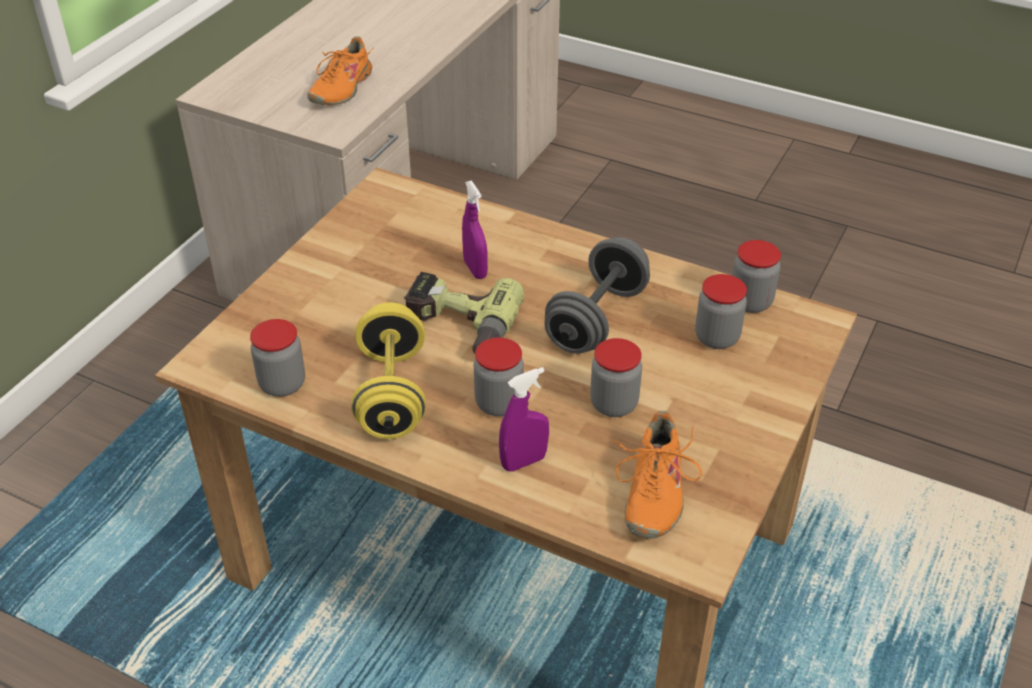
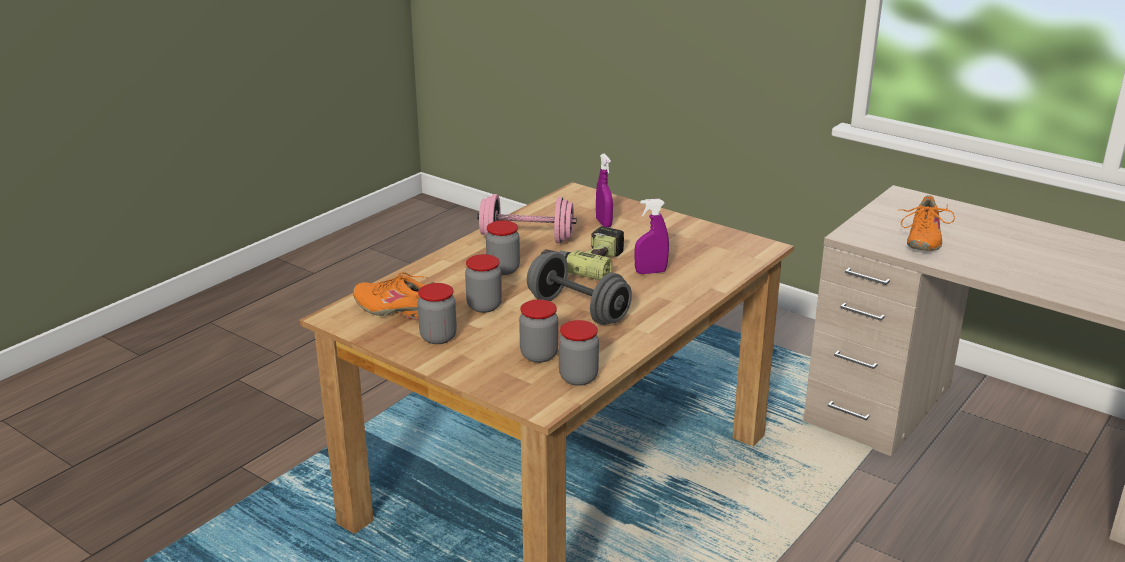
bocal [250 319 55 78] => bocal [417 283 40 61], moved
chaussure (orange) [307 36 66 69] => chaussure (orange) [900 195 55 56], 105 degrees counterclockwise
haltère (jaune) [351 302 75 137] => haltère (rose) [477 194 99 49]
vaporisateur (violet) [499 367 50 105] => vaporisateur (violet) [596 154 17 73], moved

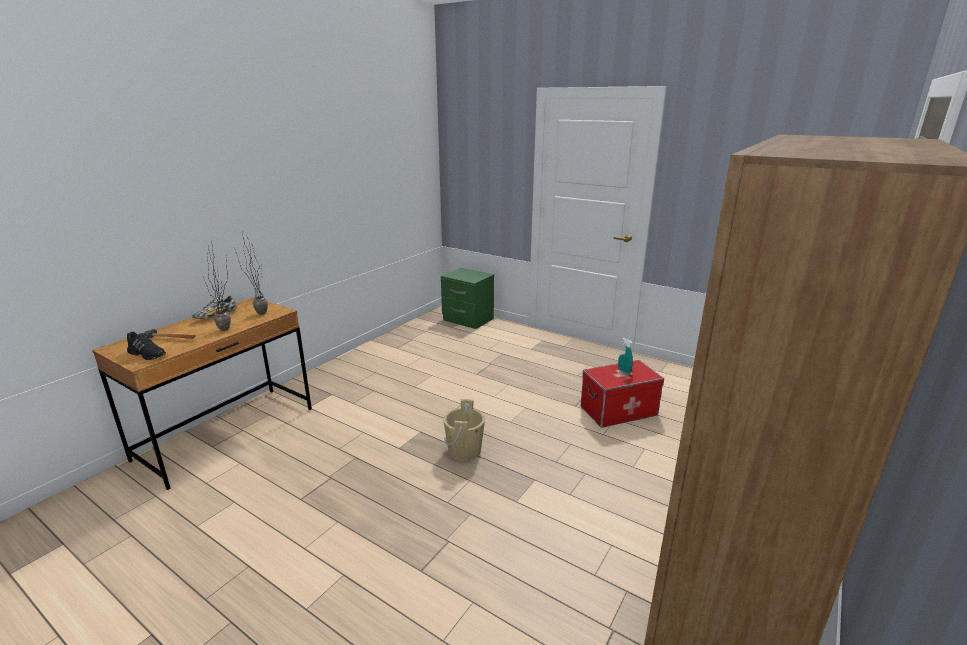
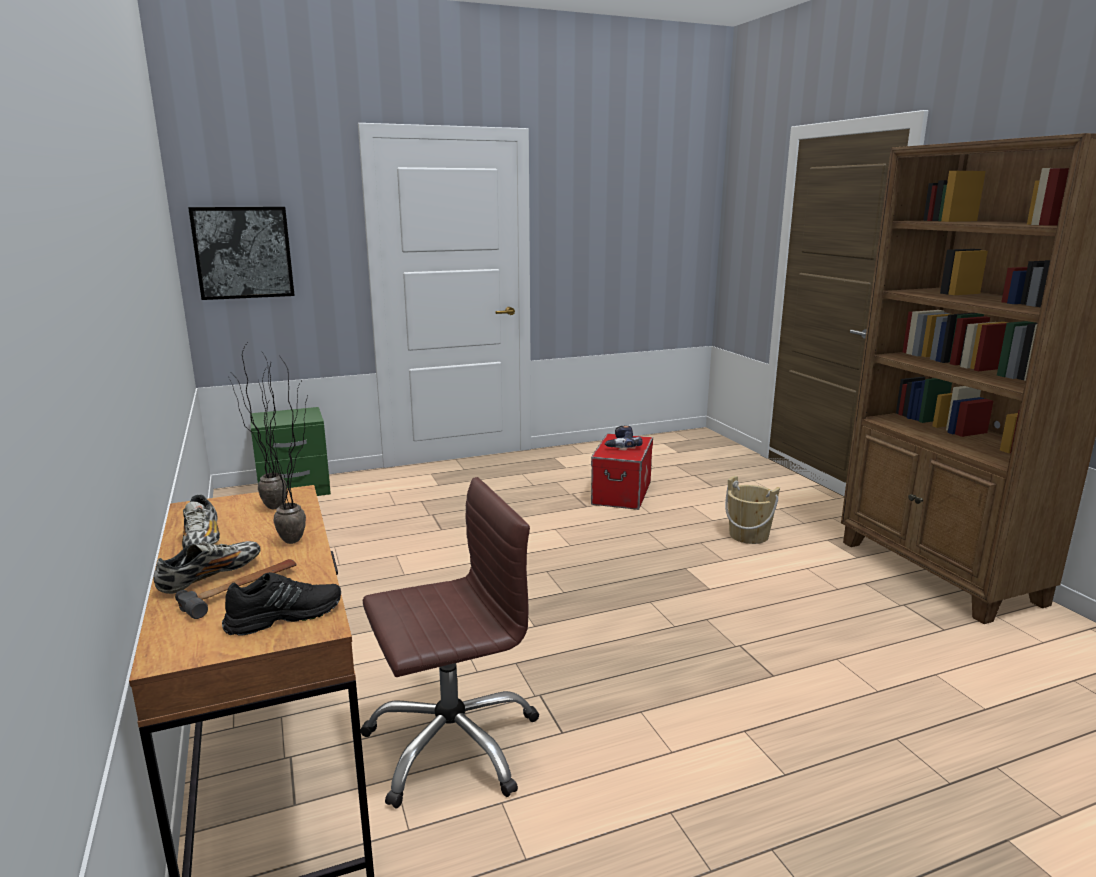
seau (beige) [443 399 42 62] => seau (beige) [725 476 55 68], moved
vaporisateur (turquoise) [618 338 15 36] => perceuse [605 426 38 22]
nothing => chaussure [154 541 107 53]
nothing => tableau [188 207 107 93]
nothing => chaise de bureau (marron) [360 477 179 331]

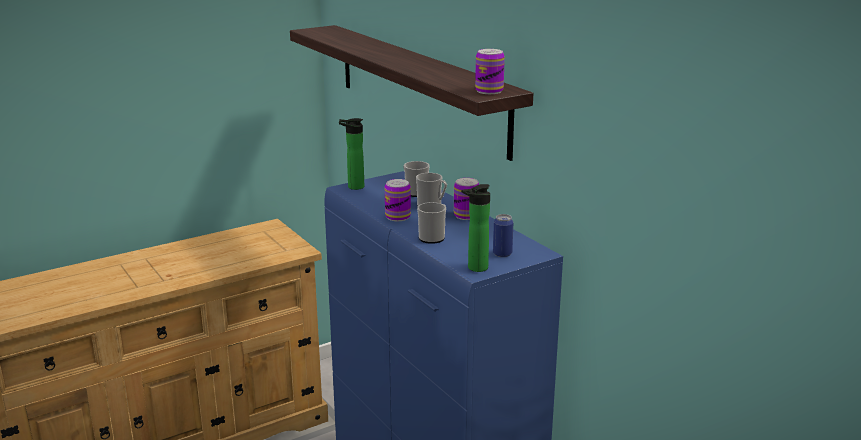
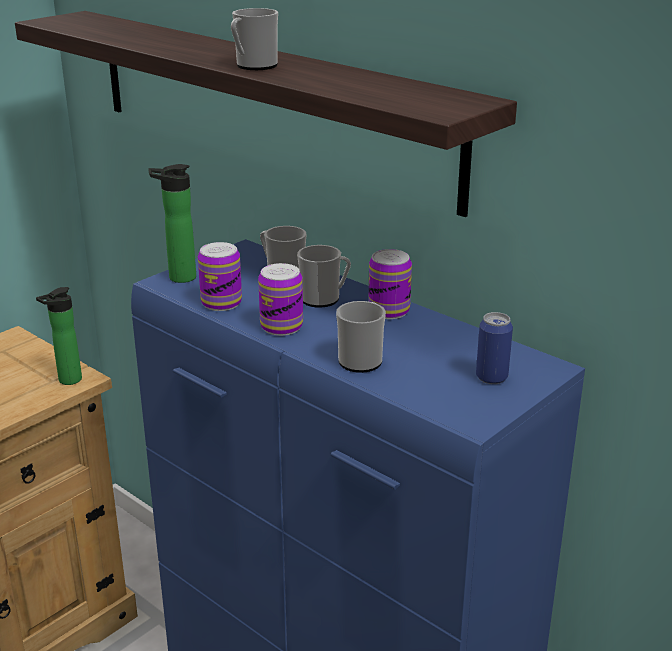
bouteille [461 184 29 88] => bouteille [36 287 46 98], moved
boîte métallique [475 49 30 45] => boîte métallique [198 242 44 69], moved
nothing => mug [231 8 47 62]

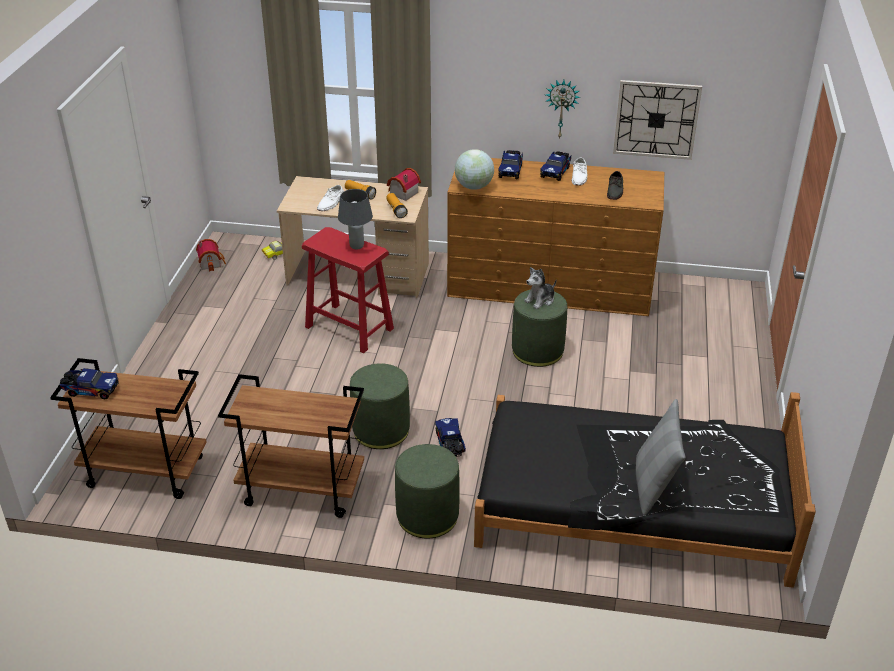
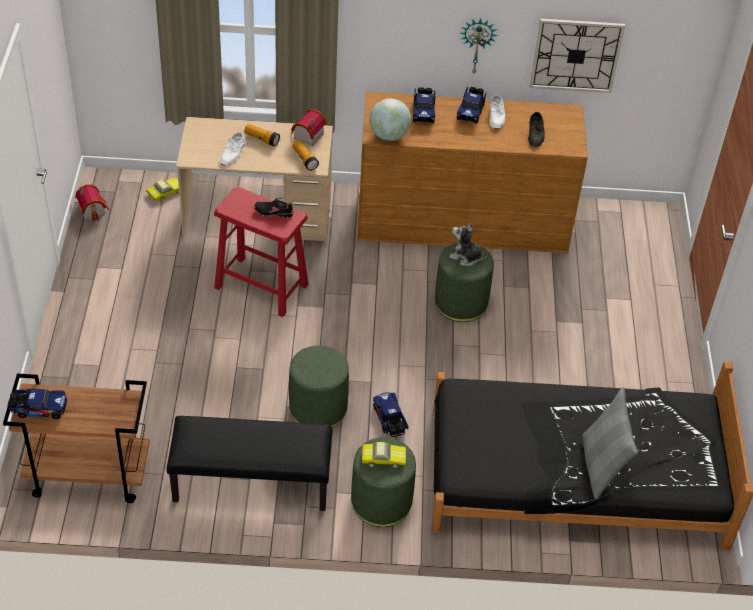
chariot (marron) [218 374 146 144] => banc (noir) [167 416 165 95]
lampe de table (gris) [338 189 35 61] => chaussure (noir) [254 198 40 20]
peluche [524 267 32 42] => peluche [449 222 39 44], 75 degrees clockwise
nothing => petite voiture [362 442 44 26]

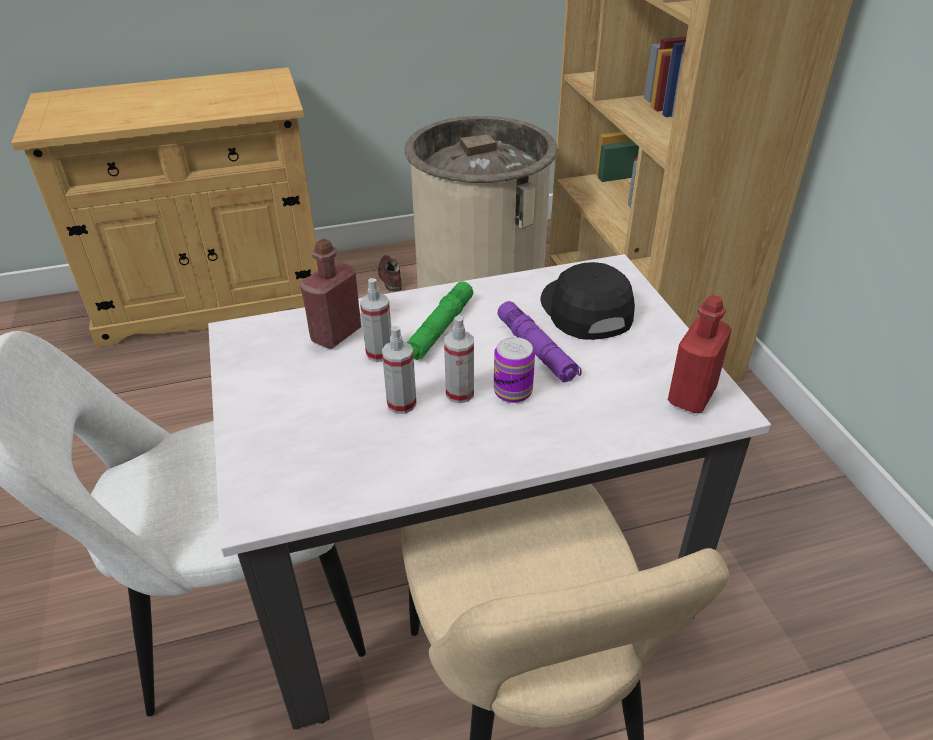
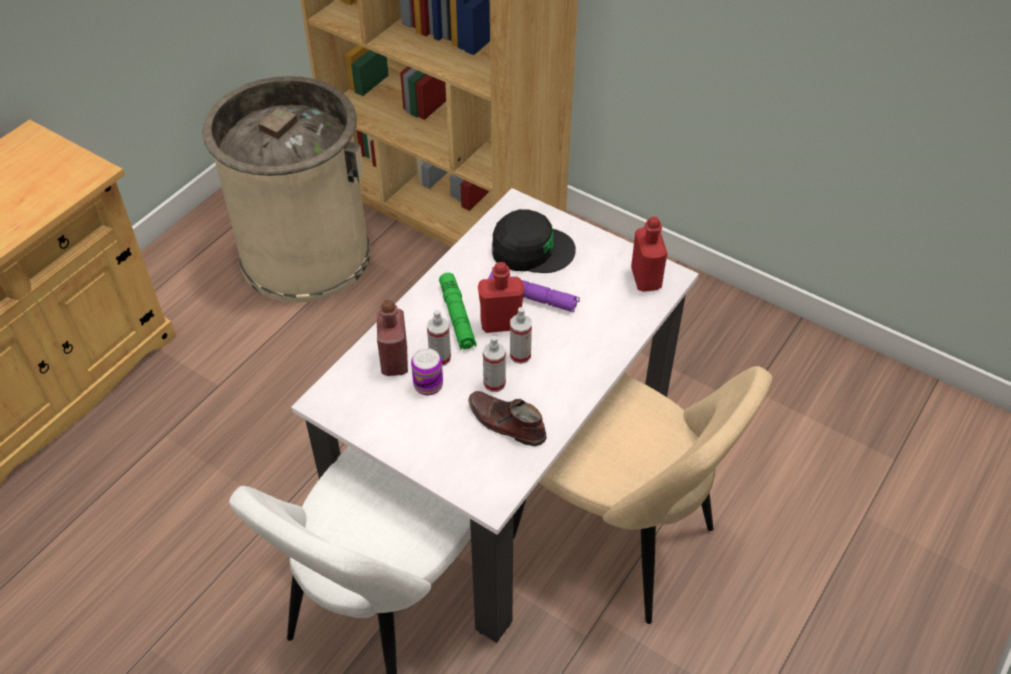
chaussure (marron) [378 255 24 37] => chaussure (marron) [468 391 79 55], moved
boîte métallique [494 337 41 66] => boîte métallique [411 348 32 47], moved
casquette (noir) [541 262 94 78] => casquette (noir) [492 209 84 64], 150 degrees clockwise
nothing => bouteille (rouge) [478 262 46 71]

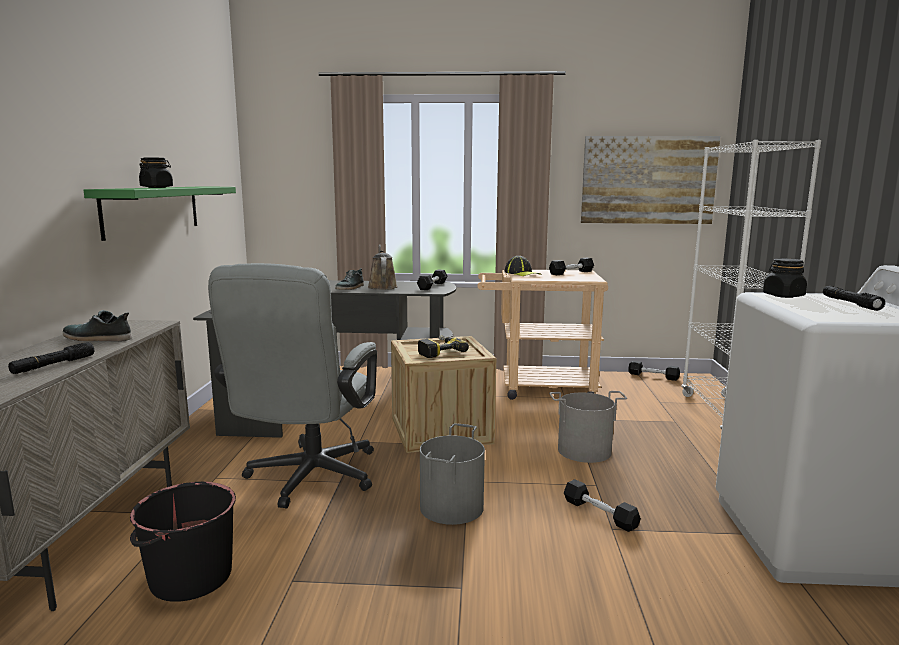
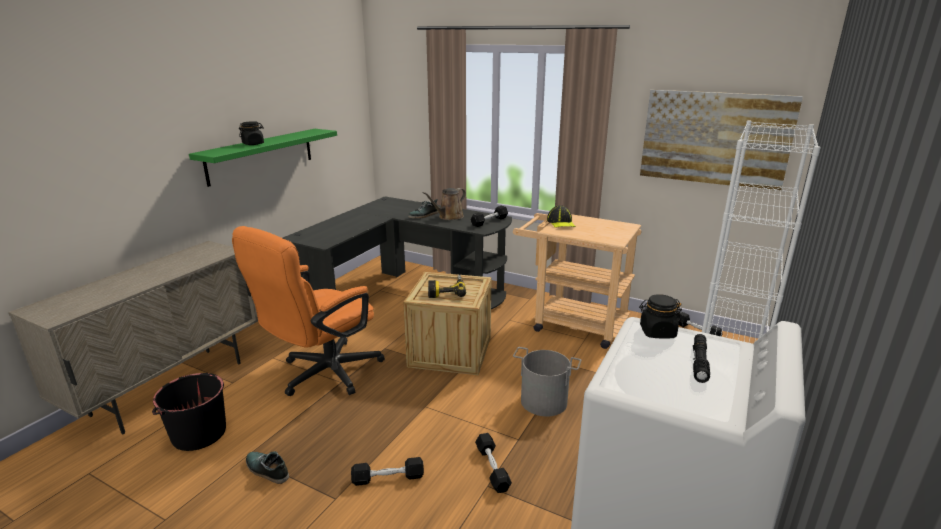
lampe de poche (noir) [8 342 86 32] => nothing
chaussure [63 310 69 31] => chaussure [246 451 43 33], moved
chaise de bureau (gris) [208 263 169 246] => chaise de bureau (orange) [232 226 153 170]
arrosoir (marron) [368 244 29 46] => arrosoir (marron) [422 188 44 32], 150 degrees counterclockwise
seau (gris) [420 423 65 102] => nothing
haltère (noir) [549 258 45 17] => haltère (noir) [351 457 73 29], moved

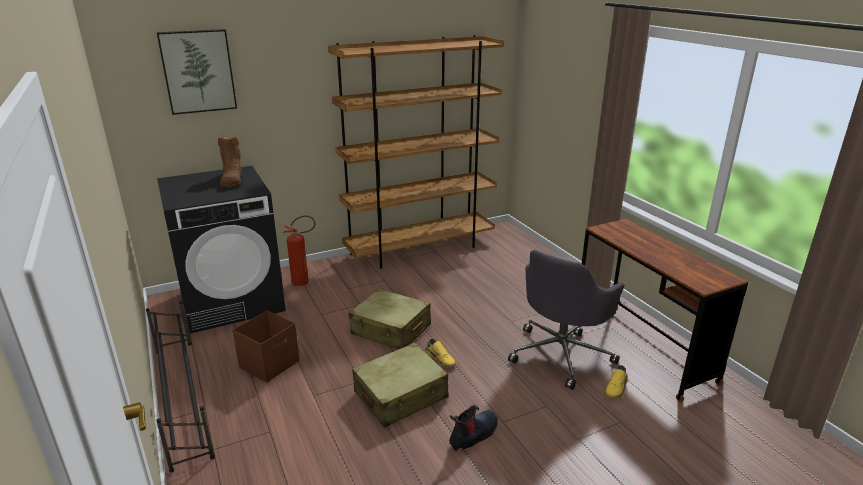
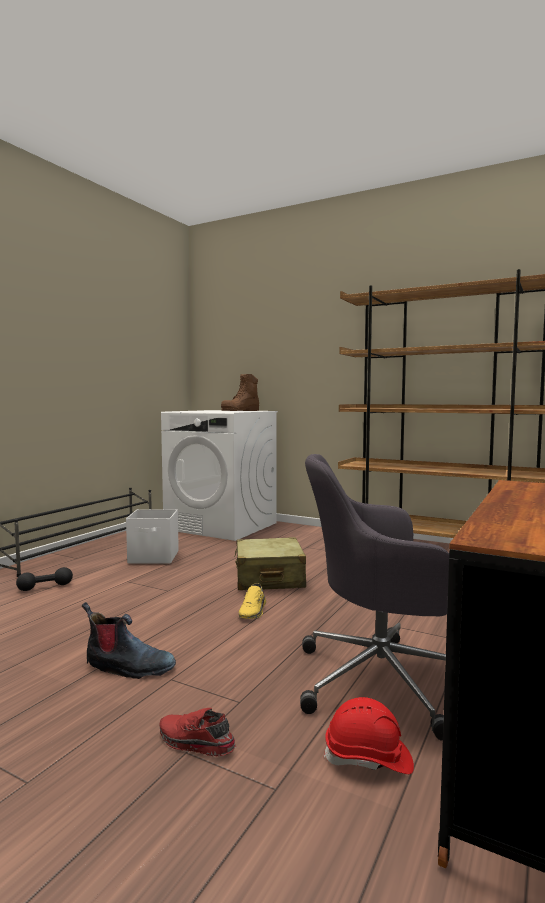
tableau [157 29 80 86] => nothing
lave-linge (noir) [157 166 129 168] => lave-linge (blanc) [161 410 117 131]
boîte de rangement (marron) [233 310 66 73] => boîte de rangement (blanc) [126 509 53 55]
extincteur [282 215 33 71] => nothing
valise (beige) [352 342 97 86] => nothing
chaussure (jaune) [605 365 23 34] => casque de chantier (rouge) [324 697 90 77]
nothing => haltère (noir) [16 567 57 24]
nothing => chaussure (rouge) [160 708 76 48]

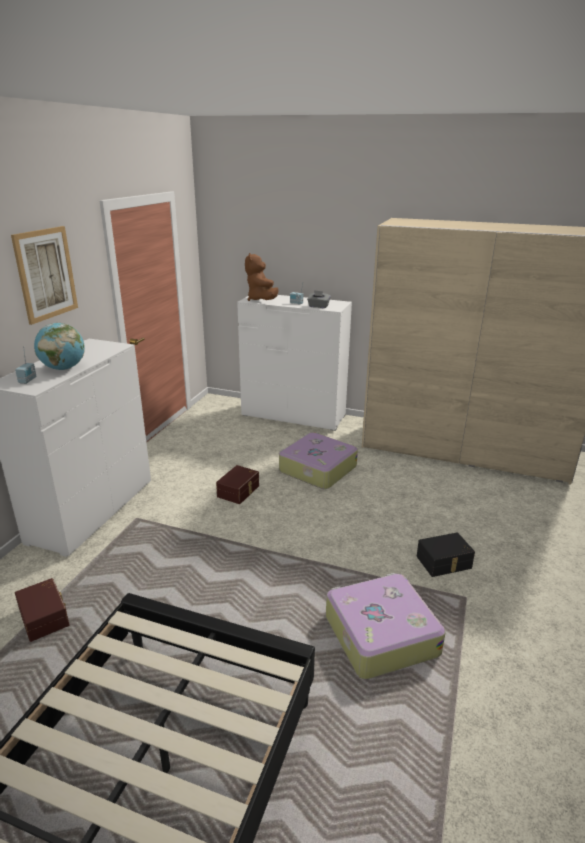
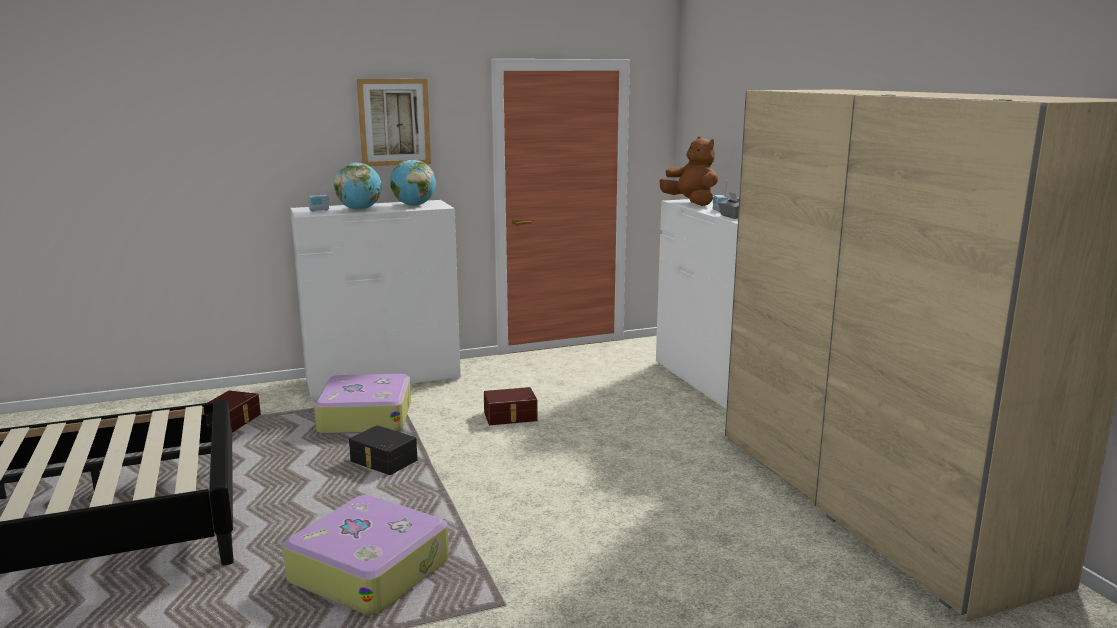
peluche (marron) [245 253 34 48] => peluche (marron) [660 136 58 70], 105 degrees clockwise
valise [279 433 79 56] => valise [314 374 97 60], moved
boîte de rangement (noir) [417 532 58 45] => boîte de rangement (noir) [349 425 69 50], moved
nothing => globe [390 160 46 46]

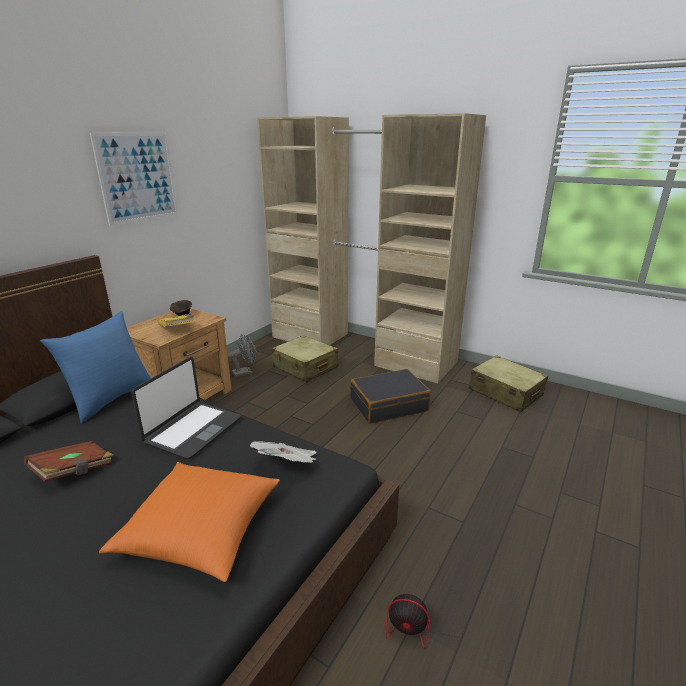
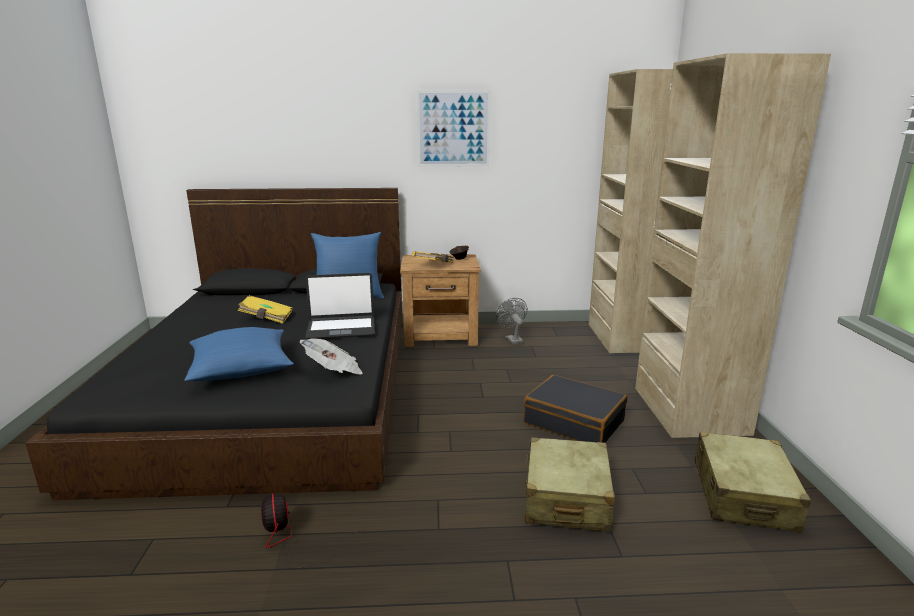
livre (marron) [24 441 90 41] => livre (jaune) [238 295 55 29]
coussin (orange) [99 462 181 120] => coussin (bleu) [184 327 110 54]
ventilateur (gris) [228 334 29 43] => ventilateur (gris) [496 298 31 46], 135 degrees counterclockwise
valise (beige) [271 335 68 47] => valise (beige) [525 437 90 95], moved

